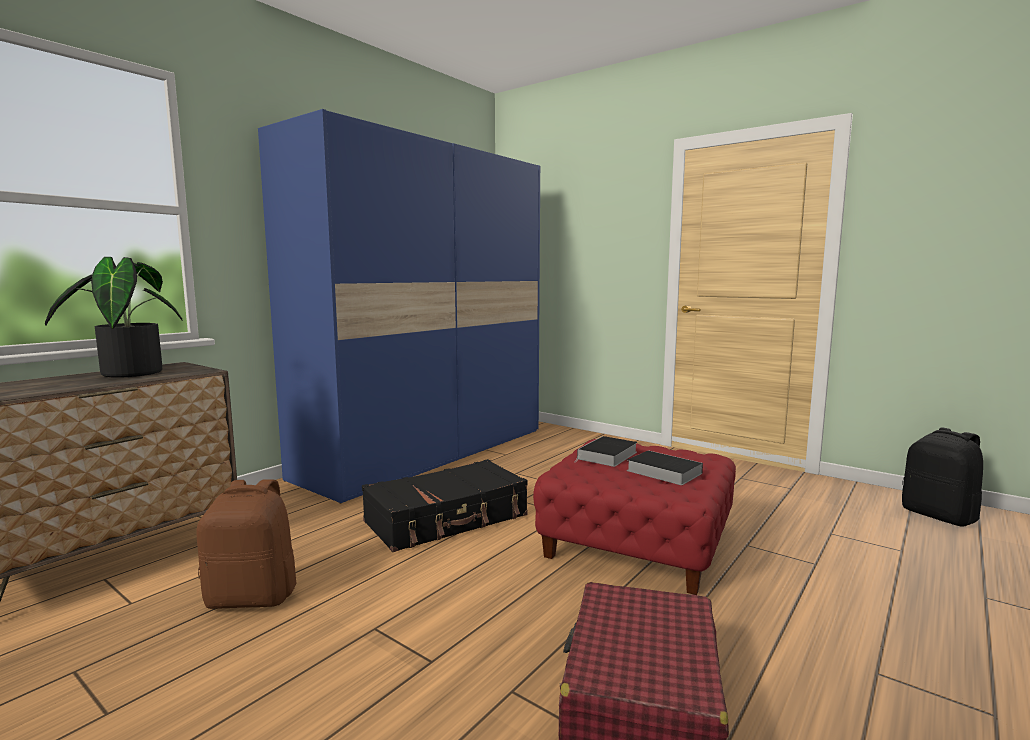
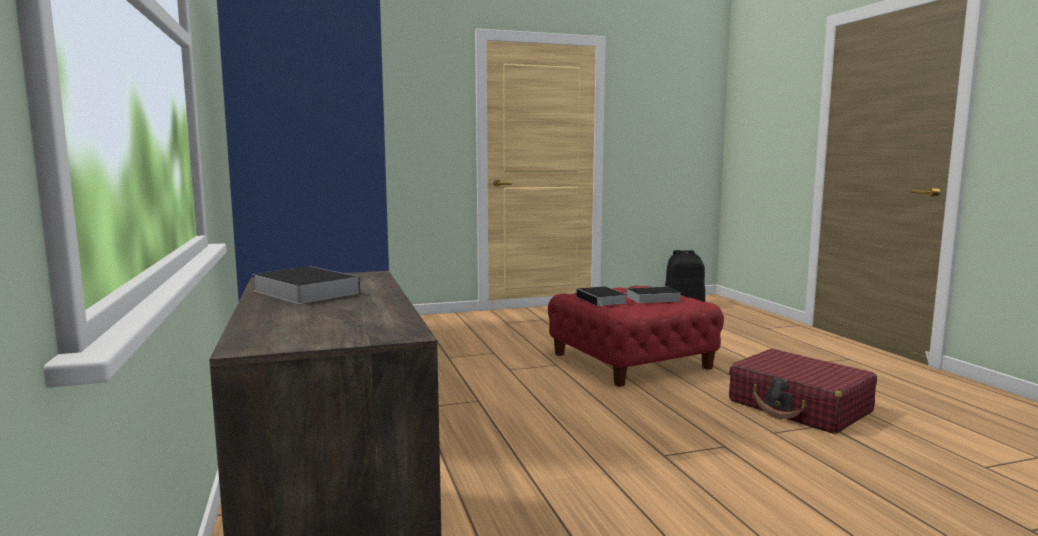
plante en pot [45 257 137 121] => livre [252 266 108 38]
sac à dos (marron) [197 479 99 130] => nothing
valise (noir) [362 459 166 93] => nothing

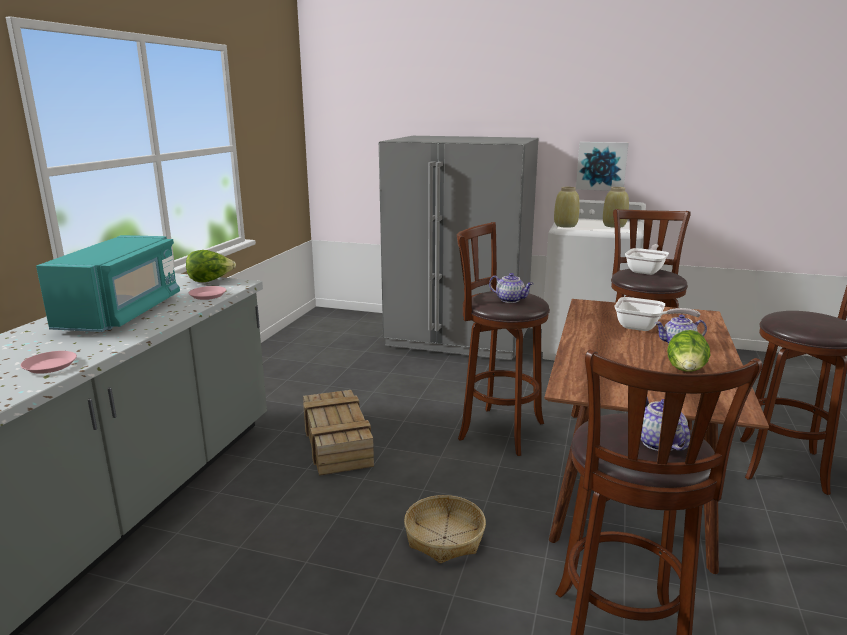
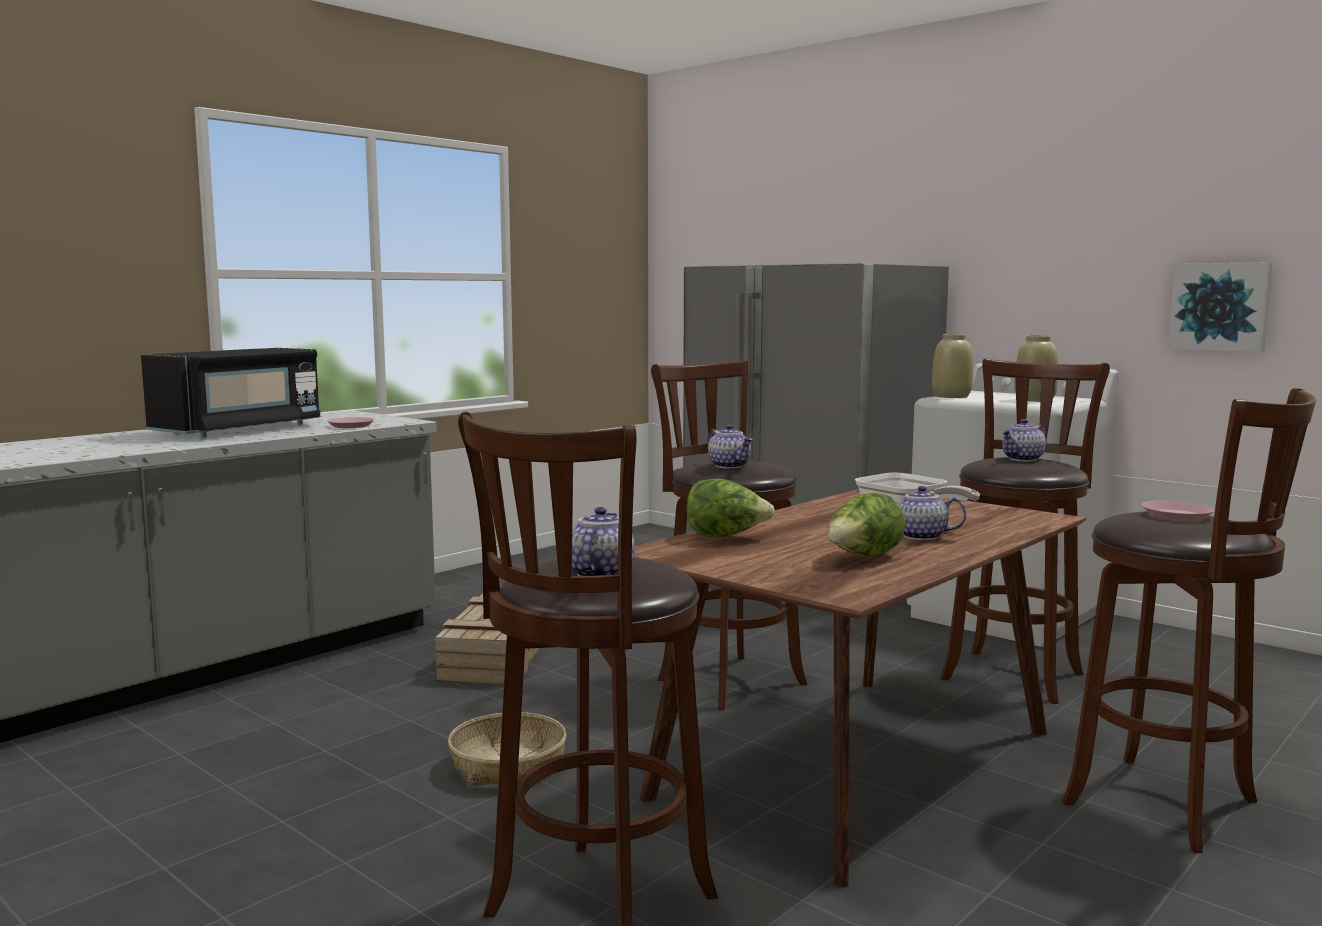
assiette (rose) [21 351 56 23] => assiette (rose) [1142 501 72 20], moved
micro-ondes (turquoise) [36 235 144 97] => micro-ondes (noir) [141 348 179 90]
laitue [186 250 50 32] => laitue [687 479 88 59], moved
tableau [576 142 52 49] => tableau [1168 262 104 90], moved
poêle [625 244 44 31] => théière [1002 419 44 42]

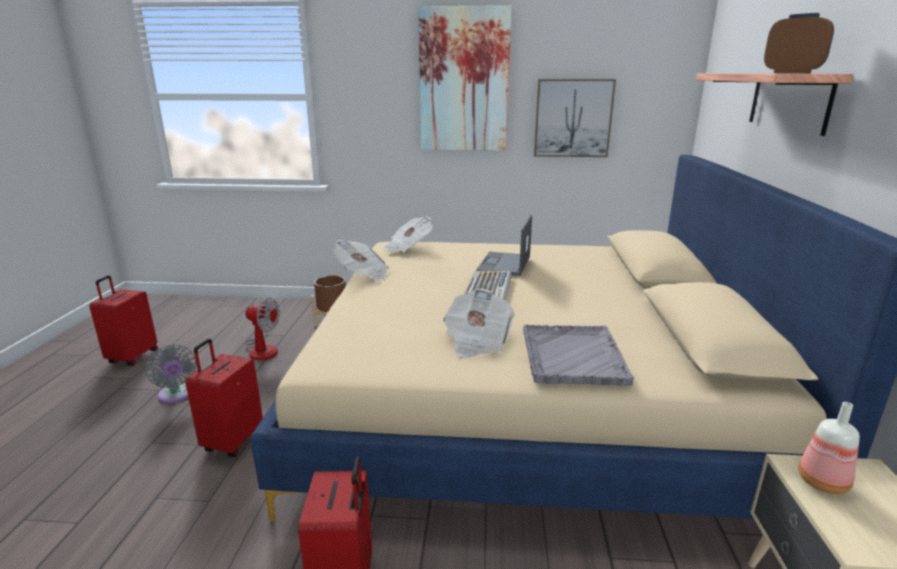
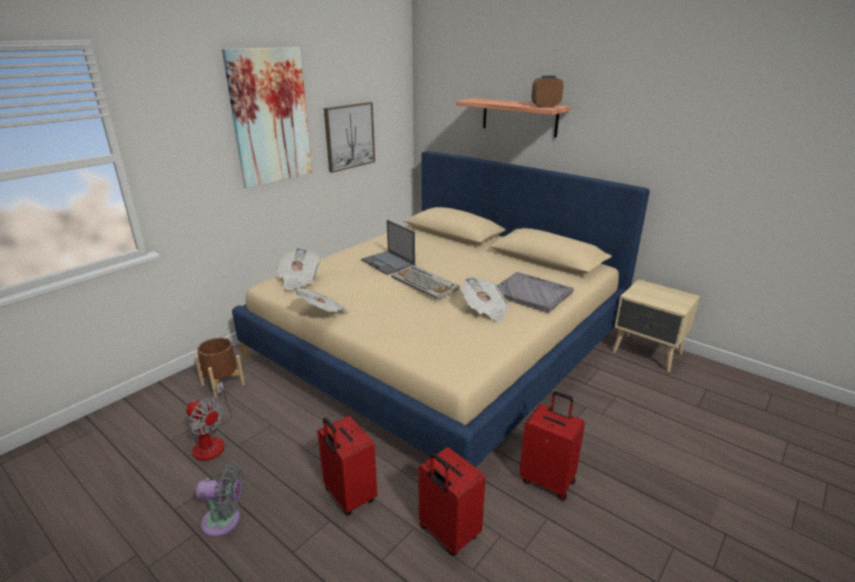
valise (rouge) [89 275 69 91] => valise (rouge) [418 447 68 109], moved
ventilateur [245 298 35 62] => ventilateur [186 381 46 80], 75 degrees clockwise
bouteille [798 402 62 92] => nothing

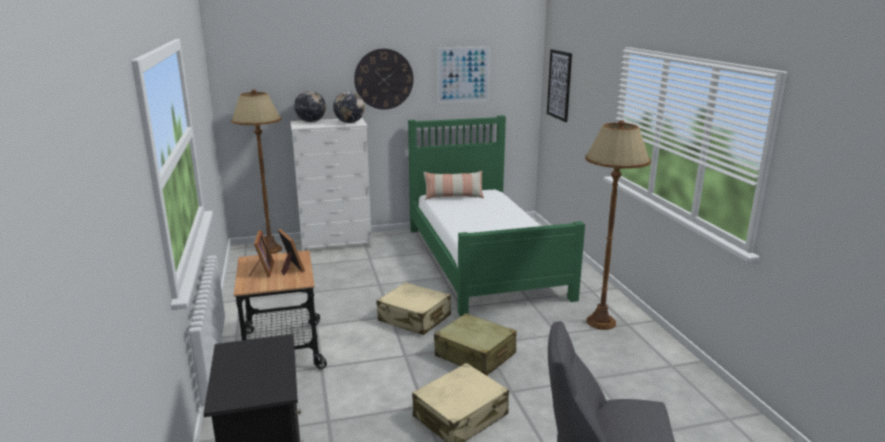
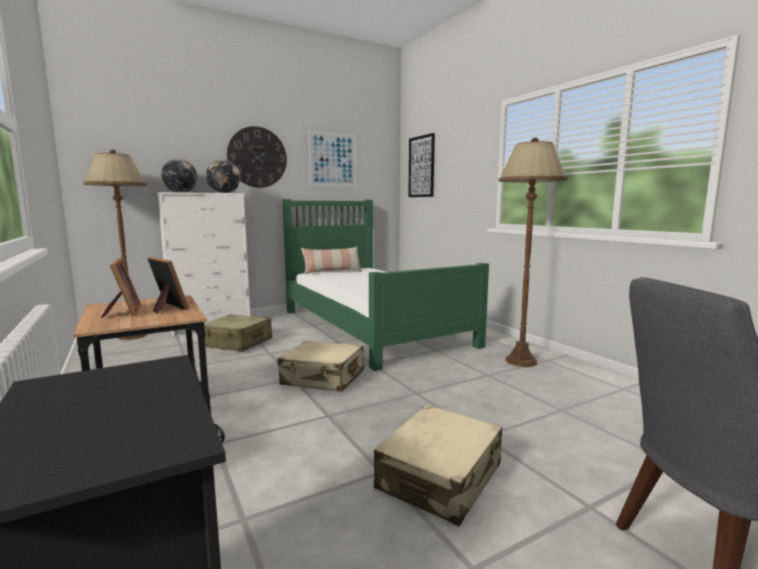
valise (beige) [434 313 83 63] => valise (beige) [204 315 68 37], moved

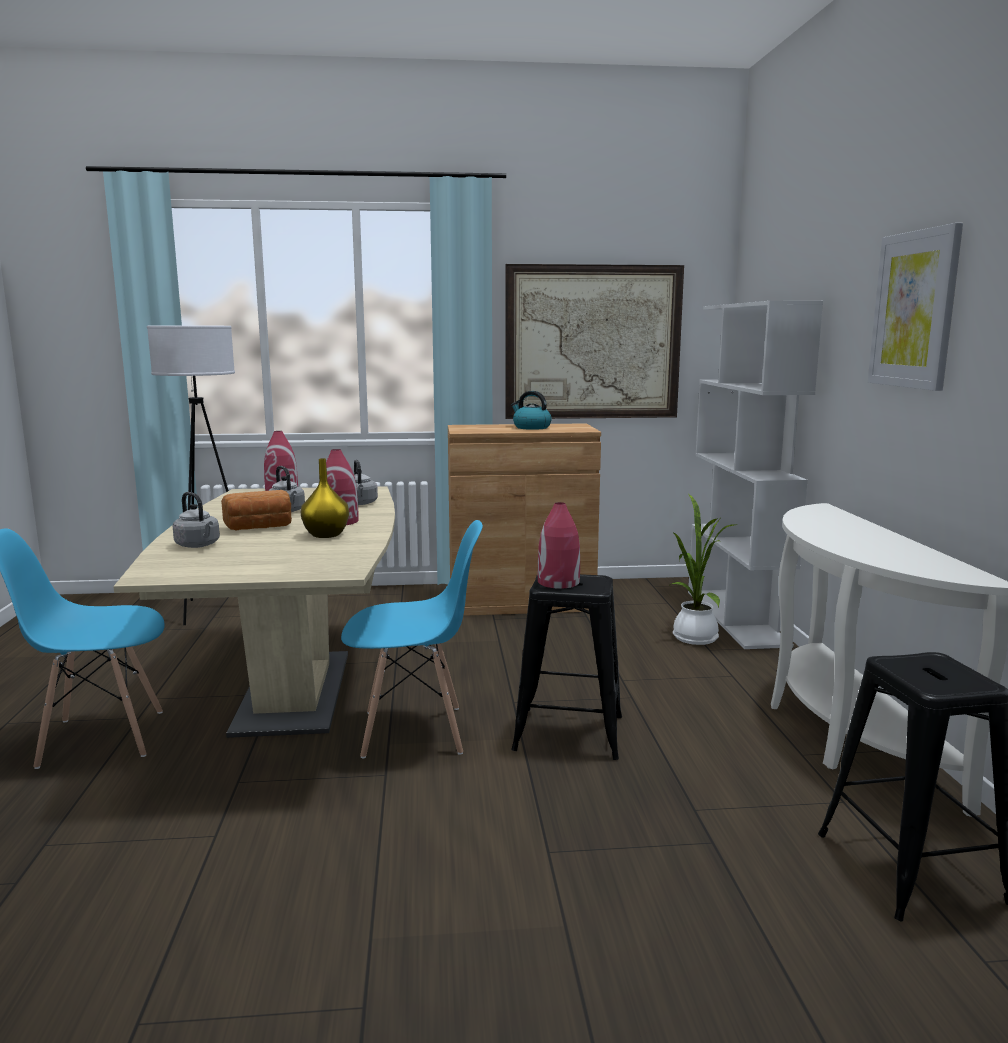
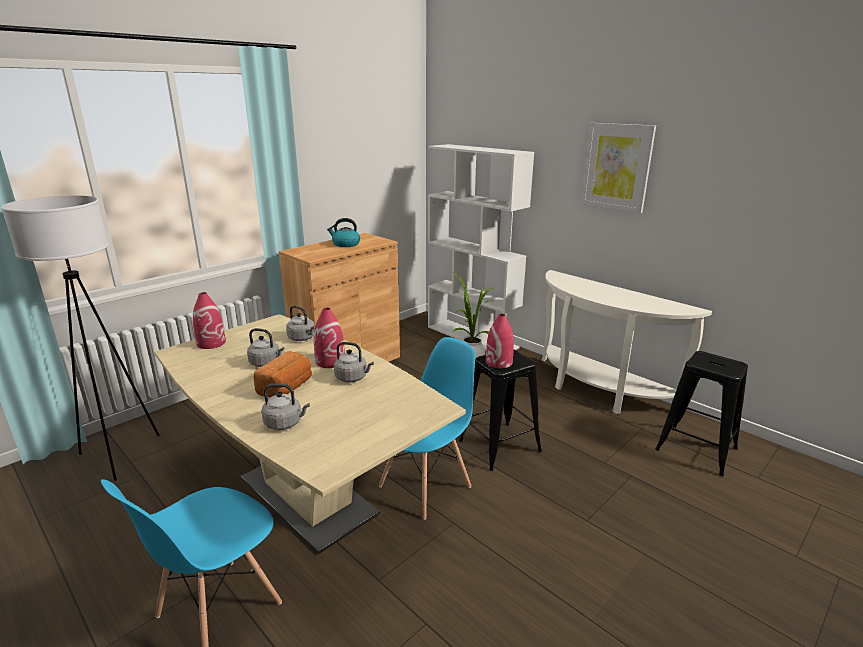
vase (jaune) [301 458 48 80] => bouilloire (gris) [334 342 40 40]
tableau [505 264 179 155] => nothing

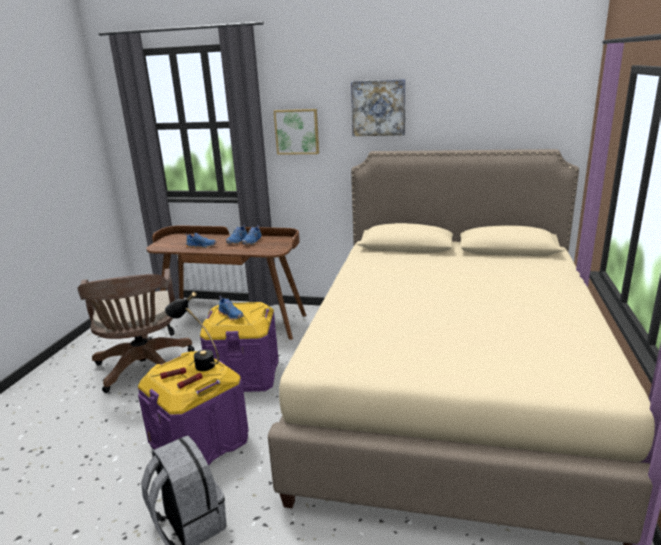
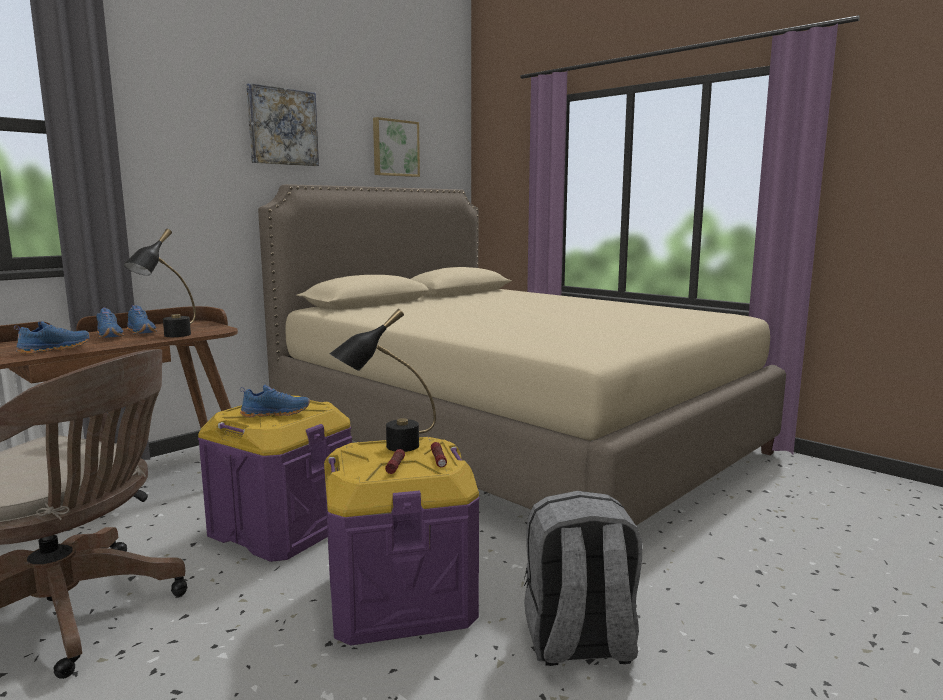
tableau [274 109 45 46] => tableau [373 117 47 60], moved
nothing => lampe de table (noir) [124 229 72 108]

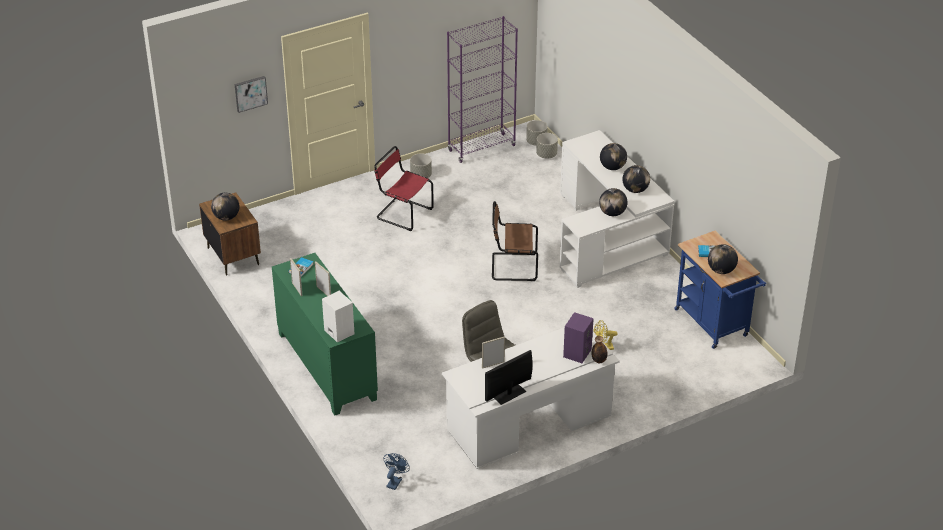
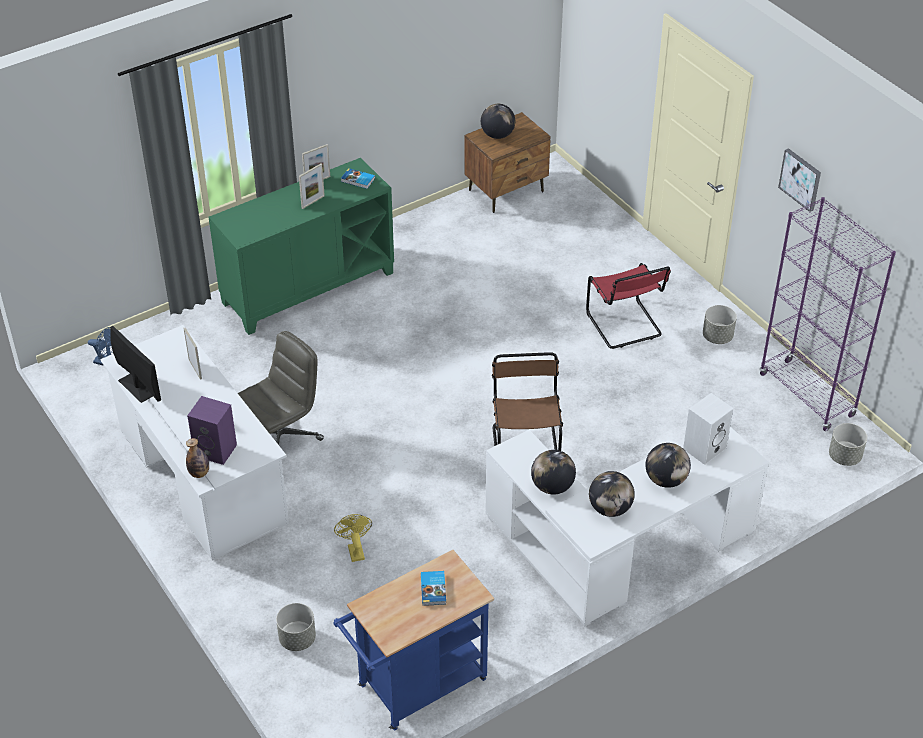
tableau [235 76 33 37] => tableau [778 148 43 64], moved
enceinte (blanc) [322 291 32 51] => enceinte (blanc) [683 393 51 72], moved
chaise (rouge) [374 146 60 85] => chaise (rouge) [586 263 85 86], 135 degrees clockwise
cache-pot (gris) [536 133 22 25] => cache-pot (gris) [276 603 40 48], moved
globe [708 244 30 30] => nothing

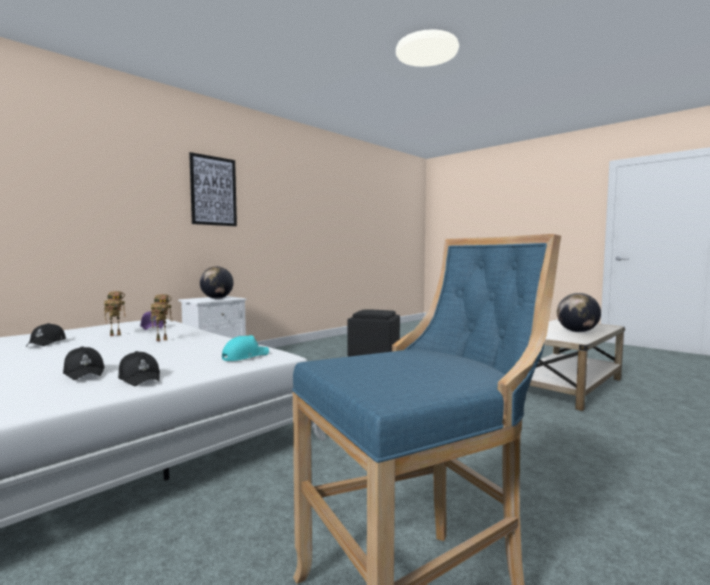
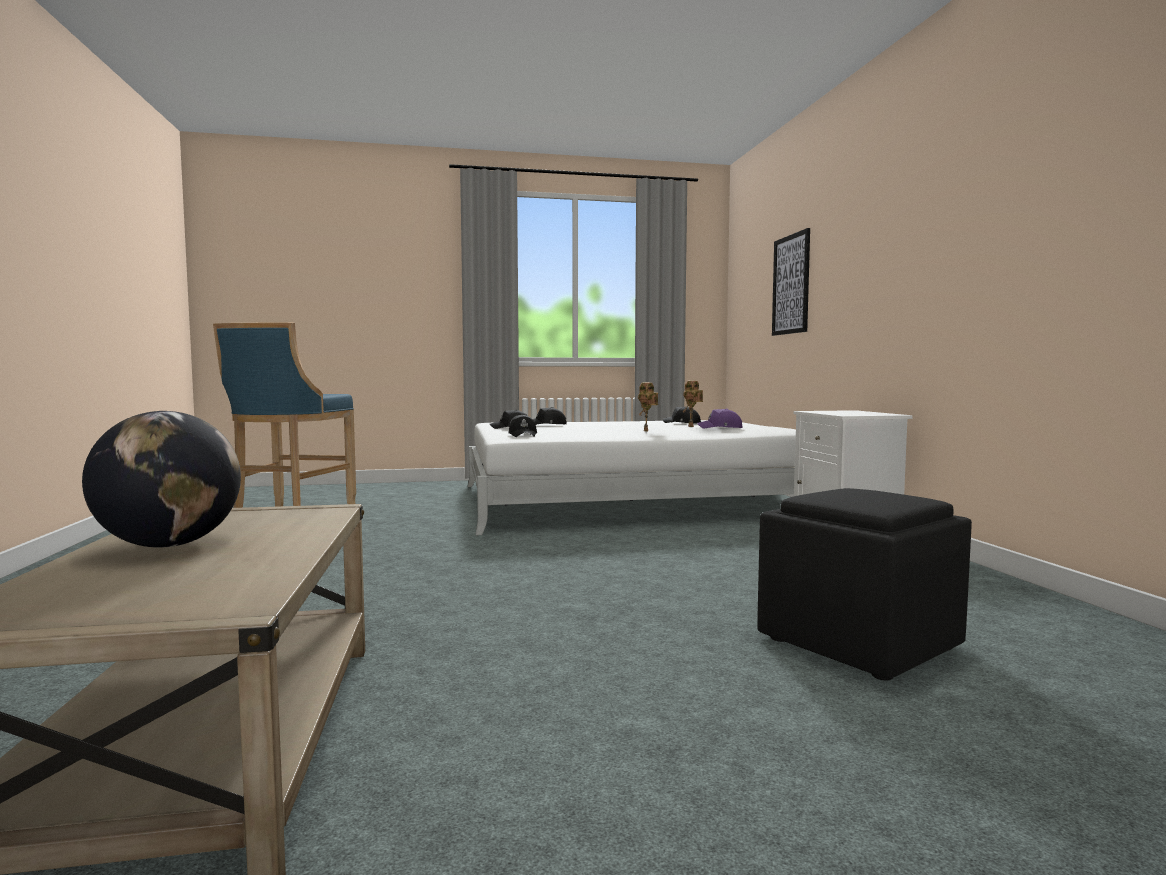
tableau [189 152 48 74] => tableau [772 228 38 108], moved
globe [200 266 33 33] => nothing
casquette (turquoise) [222 335 47 26] => casquette (noir) [509 414 28 23]

